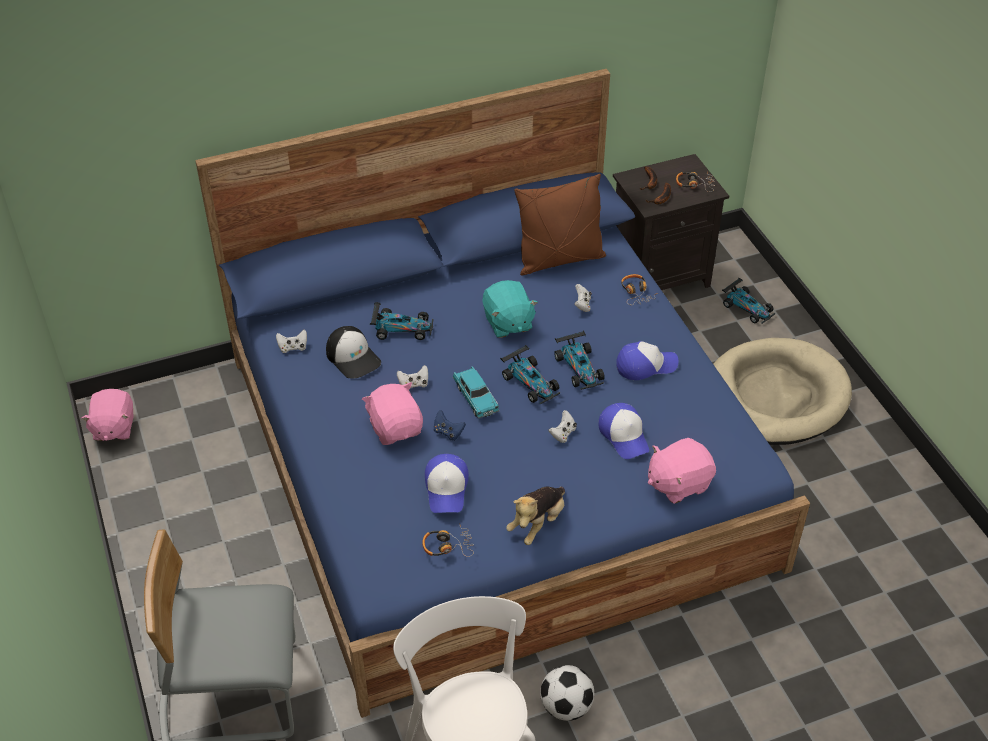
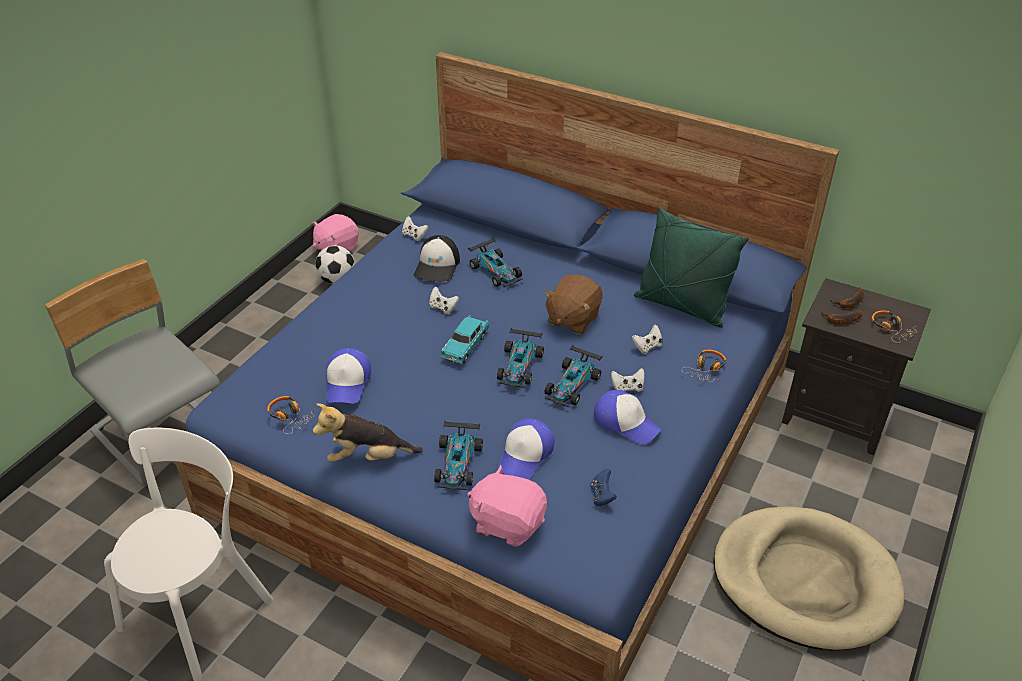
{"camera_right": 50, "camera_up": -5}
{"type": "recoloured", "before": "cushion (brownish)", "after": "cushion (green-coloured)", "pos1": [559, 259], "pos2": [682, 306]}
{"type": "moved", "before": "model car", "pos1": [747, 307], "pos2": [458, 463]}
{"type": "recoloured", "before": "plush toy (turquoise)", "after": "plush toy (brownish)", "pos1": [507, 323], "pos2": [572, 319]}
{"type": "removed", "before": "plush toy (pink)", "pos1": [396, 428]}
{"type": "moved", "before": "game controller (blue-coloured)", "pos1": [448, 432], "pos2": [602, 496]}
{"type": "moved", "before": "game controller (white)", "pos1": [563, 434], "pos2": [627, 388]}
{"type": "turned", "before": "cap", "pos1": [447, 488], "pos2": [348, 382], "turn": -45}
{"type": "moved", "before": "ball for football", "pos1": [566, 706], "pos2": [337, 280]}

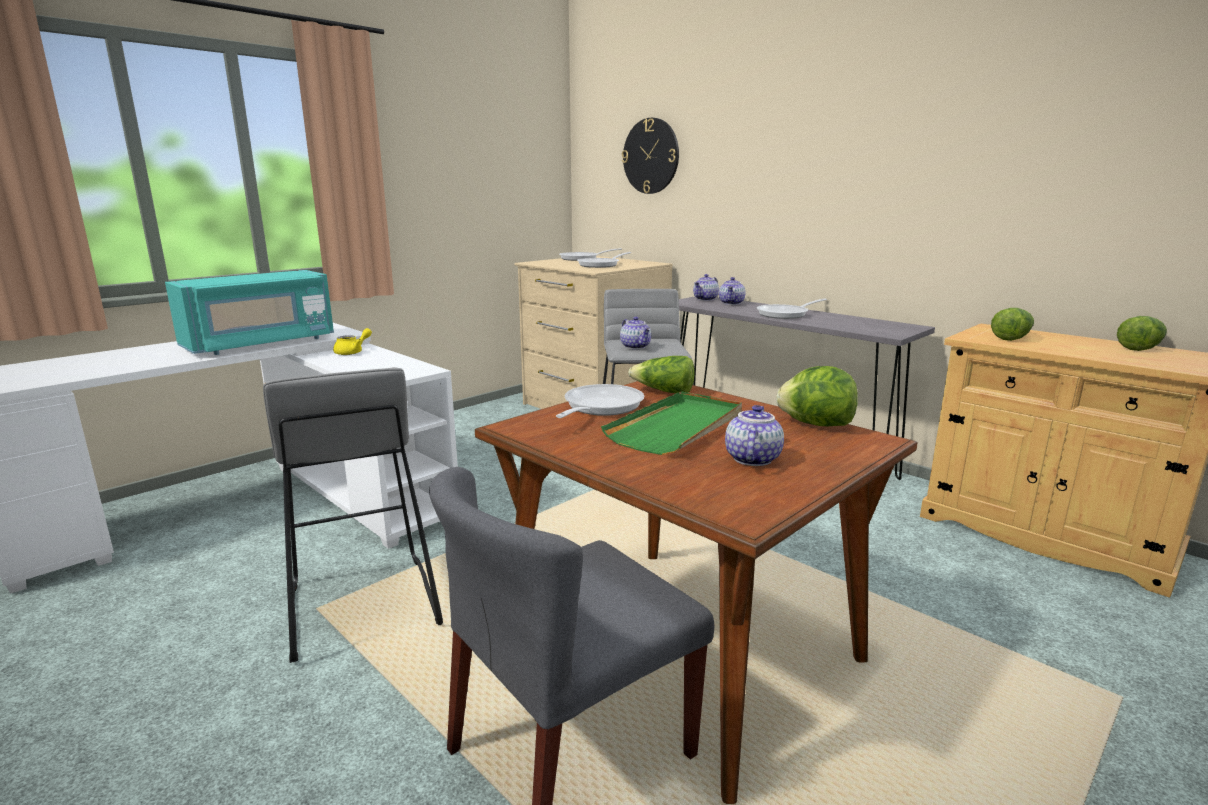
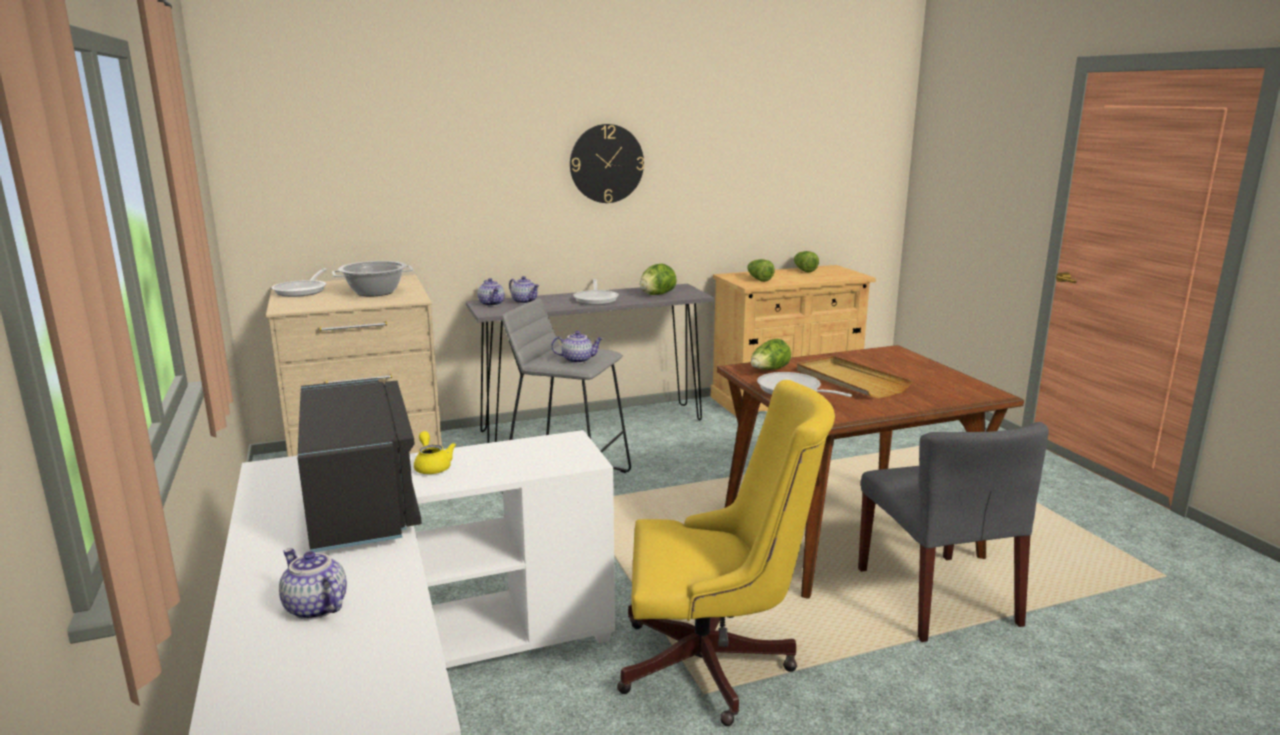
{"camera_right": -65, "camera_up": 0}
{"type": "moved", "before": "wall clock", "pos1": [651, 156], "pos2": [606, 163]}
{"type": "replaced", "before": "pan", "after": "cooking pot", "pos1": [601, 265], "pos2": [375, 292]}
{"type": "recoloured", "before": "kitchen microwave (turquoise)", "after": "kitchen microwave (black-coloured)", "pos1": [261, 344], "pos2": [360, 504]}
{"type": "moved", "before": "head of lettuce", "pos1": [815, 424], "pos2": [657, 294]}
{"type": "replaced", "before": "stool seat (gray)", "after": "office chair (yellowish)", "pos1": [361, 606], "pos2": [715, 666]}
{"type": "recoloured", "before": "tray (green-coloured)", "after": "tray (beige)", "pos1": [678, 427], "pos2": [850, 380]}
{"type": "moved", "before": "pot for tea", "pos1": [751, 458], "pos2": [314, 608]}

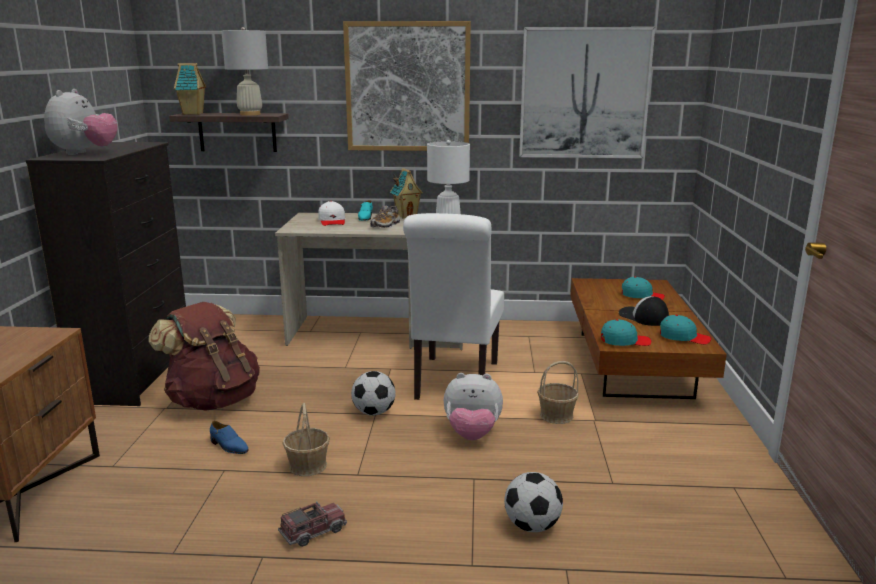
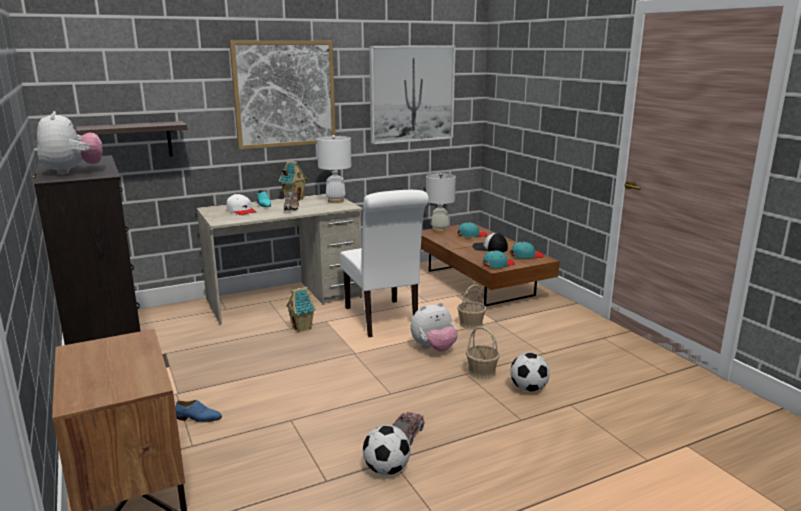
{"camera_right": -30, "camera_up": 0}
{"type": "moved", "before": "lamp for a table (white)", "pos1": [250, 114], "pos2": [439, 230]}
{"type": "moved", "before": "miniature house", "pos1": [193, 114], "pos2": [302, 328]}
{"type": "removed", "before": "backpack (brownish)", "pos1": [213, 400]}
{"type": "moved", "before": "ball for football", "pos1": [374, 412], "pos2": [386, 469]}
{"type": "moved", "before": "storage basket", "pos1": [308, 465], "pos2": [482, 372]}
{"type": "moved", "before": "item of footwear (blue-coloured)", "pos1": [229, 446], "pos2": [199, 418]}

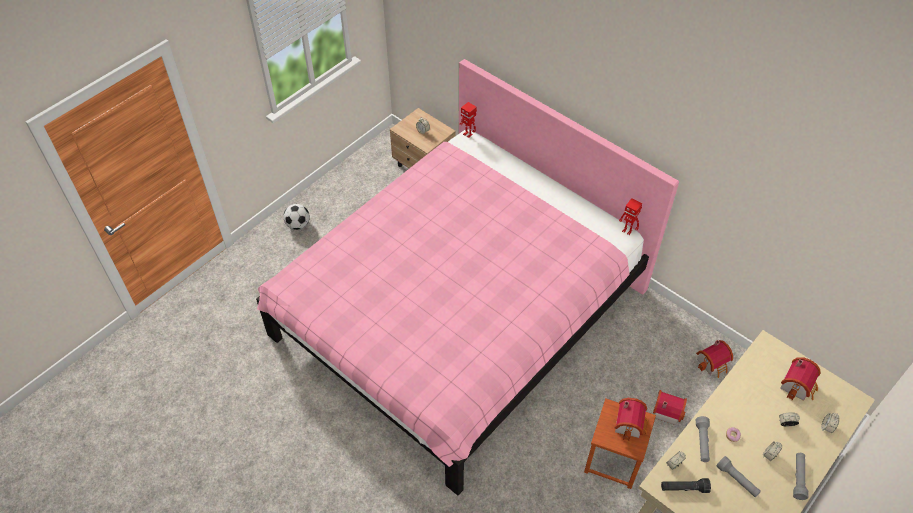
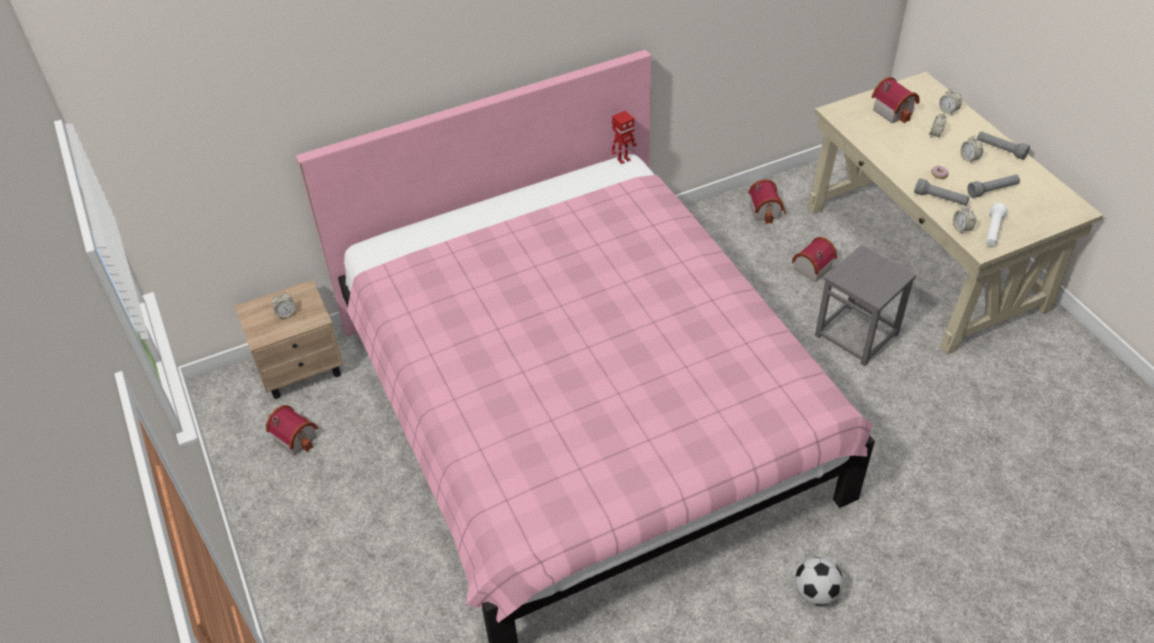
{"camera_right": -65, "camera_up": -5}
{"type": "removed", "before": "model robot", "pos1": [468, 134]}
{"type": "moved", "before": "ball for football", "pos1": [298, 225], "pos2": [816, 593]}
{"type": "moved", "before": "miniature house", "pos1": [631, 424], "pos2": [296, 436]}
{"type": "recoloured", "before": "stool seat (brownish)", "after": "stool seat (gray)", "pos1": [614, 459], "pos2": [857, 334]}
{"type": "recoloured", "before": "hand torch (black-coloured)", "after": "hand torch (white)", "pos1": [684, 488], "pos2": [992, 231]}

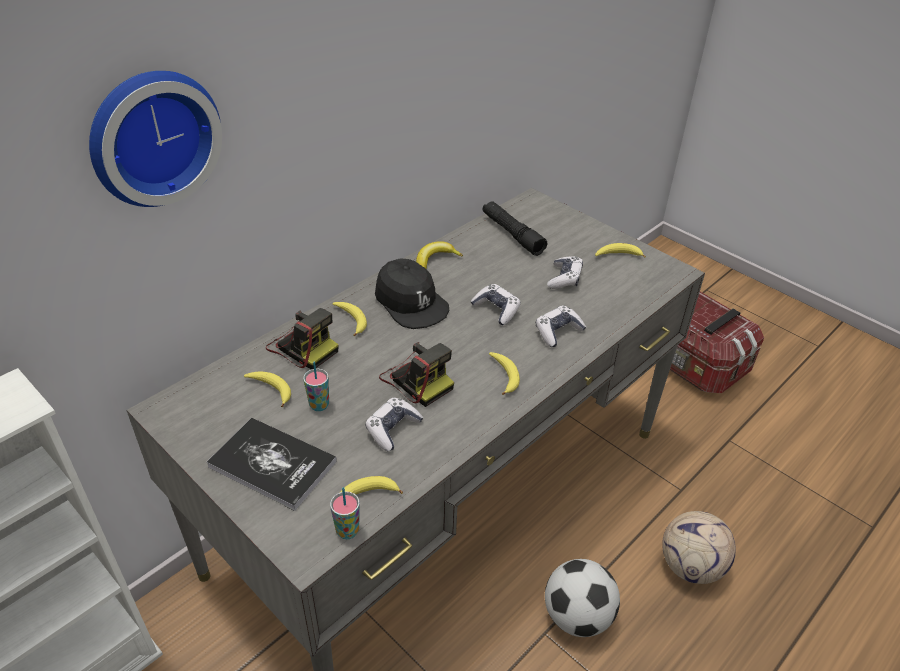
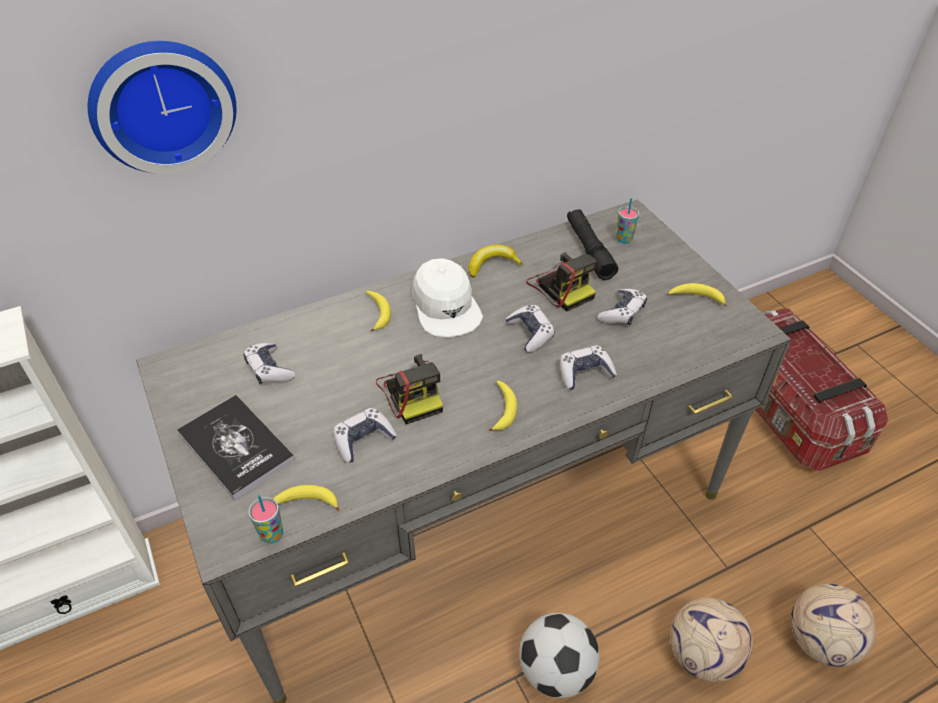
{"camera_right": 20, "camera_up": 5}
{"type": "recoloured", "before": "cap (black-coloured)", "after": "cap (white)", "pos1": [410, 303], "pos2": [445, 307]}
{"type": "moved", "before": "photo camera", "pos1": [302, 346], "pos2": [561, 287]}
{"type": "moved", "before": "cup", "pos1": [319, 405], "pos2": [624, 239]}
{"type": "replaced", "before": "banana fruit", "after": "game controller", "pos1": [271, 389], "pos2": [269, 369]}
{"type": "added", "after": "ball for football", "pos2": [820, 640]}

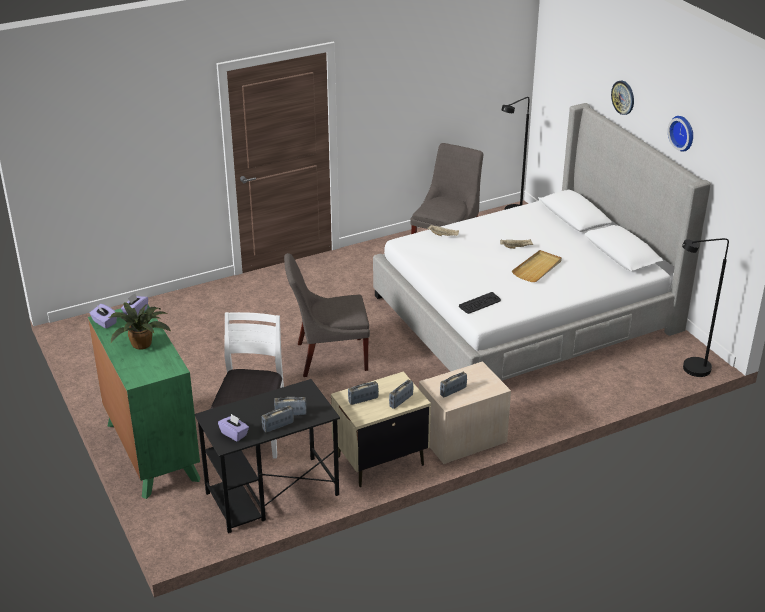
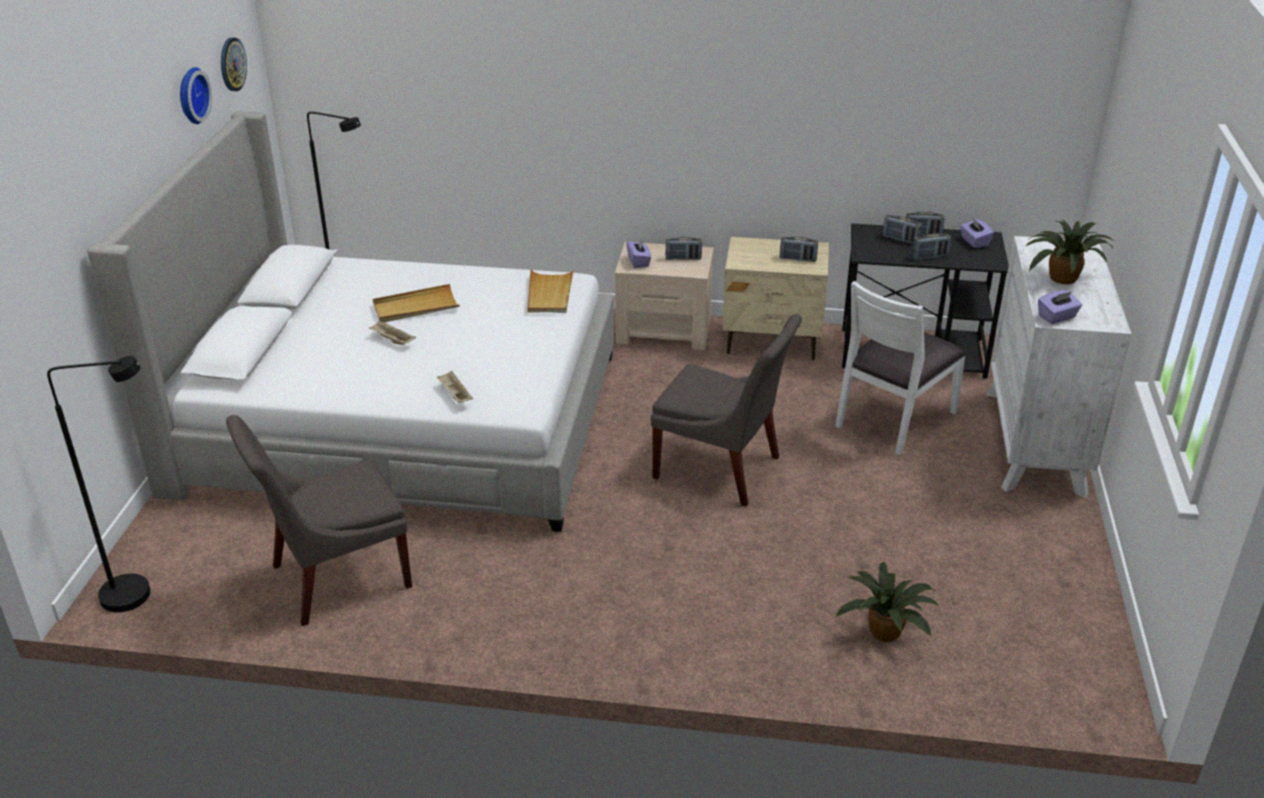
{"camera_right": -145, "camera_up": 0}
{"type": "moved", "before": "wall clock", "pos1": [623, 97], "pos2": [232, 64]}
{"type": "replaced", "before": "keyboard", "after": "tray (beige)", "pos1": [480, 303], "pos2": [549, 294]}
{"type": "moved", "before": "tissue holder (purple)", "pos1": [104, 322], "pos2": [639, 262]}
{"type": "recoloured", "before": "chest of drawers (green-coloured)", "after": "chest of drawers (white)", "pos1": [152, 451], "pos2": [1034, 442]}
{"type": "moved", "before": "radio", "pos1": [401, 401], "pos2": [929, 257]}
{"type": "added", "after": "plant in a pot", "pos2": [886, 630]}

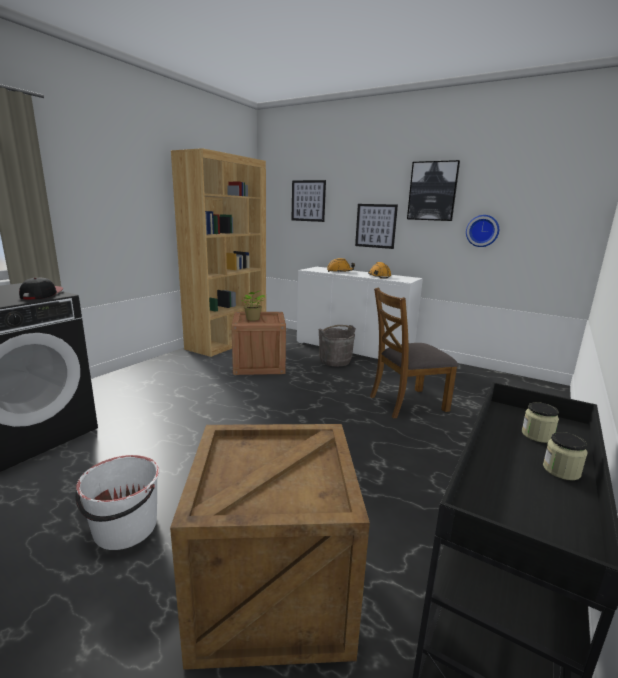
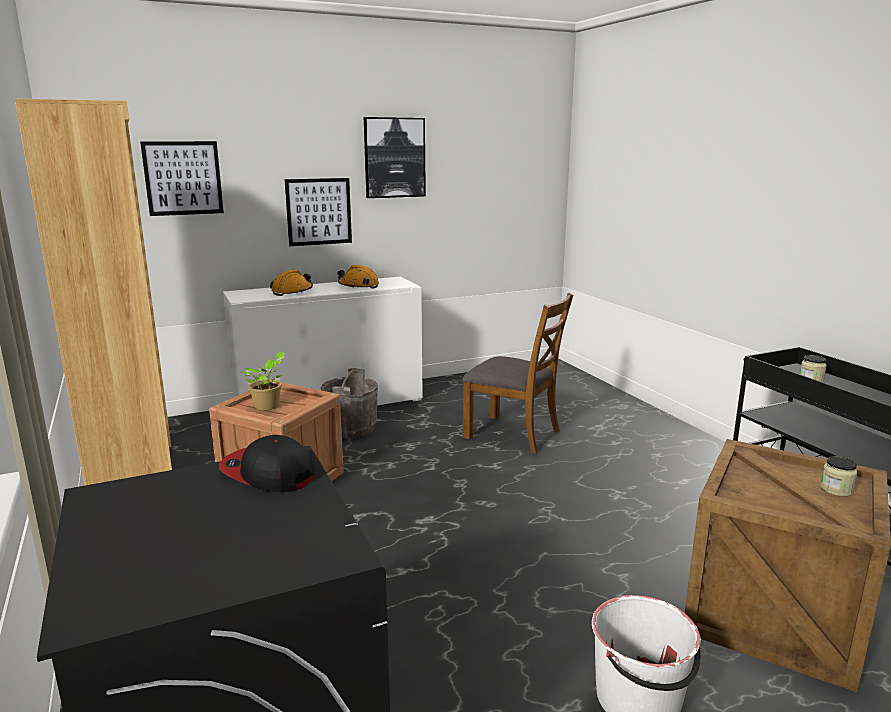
{"camera_right": -55, "camera_up": 0}
{"type": "removed", "before": "wall clock", "pos1": [482, 231]}
{"type": "turned", "before": "plain chair (brownish)", "pos1": [407, 403], "pos2": [513, 434], "turn": -75}
{"type": "moved", "before": "jar", "pos1": [561, 470], "pos2": [836, 489]}

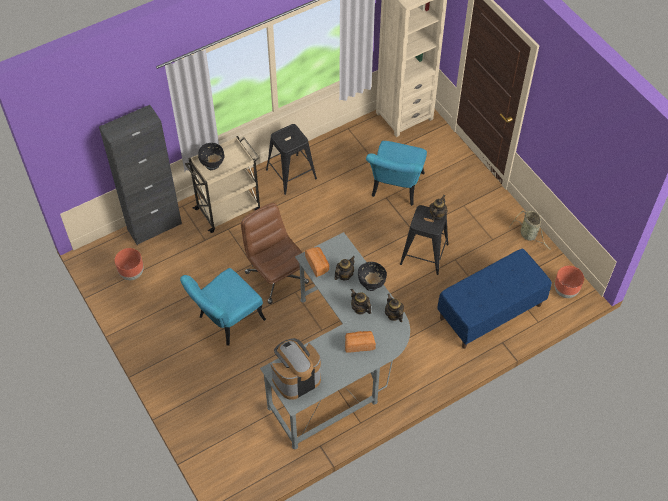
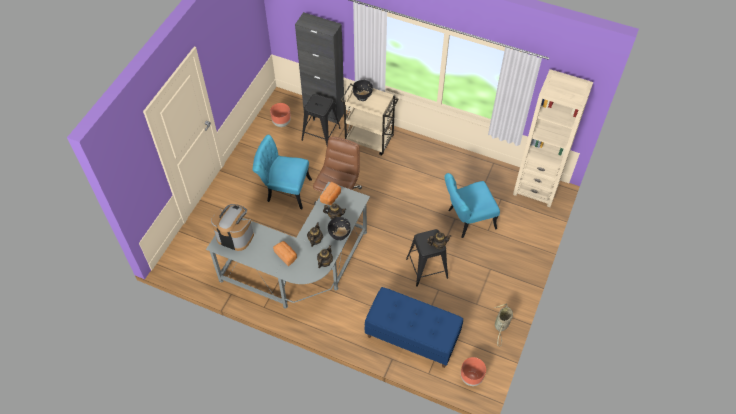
{"camera_right": 55, "camera_up": 0}
{"type": "moved", "before": "stool seat (black-coloured)", "pos1": [291, 174], "pos2": [320, 134]}

